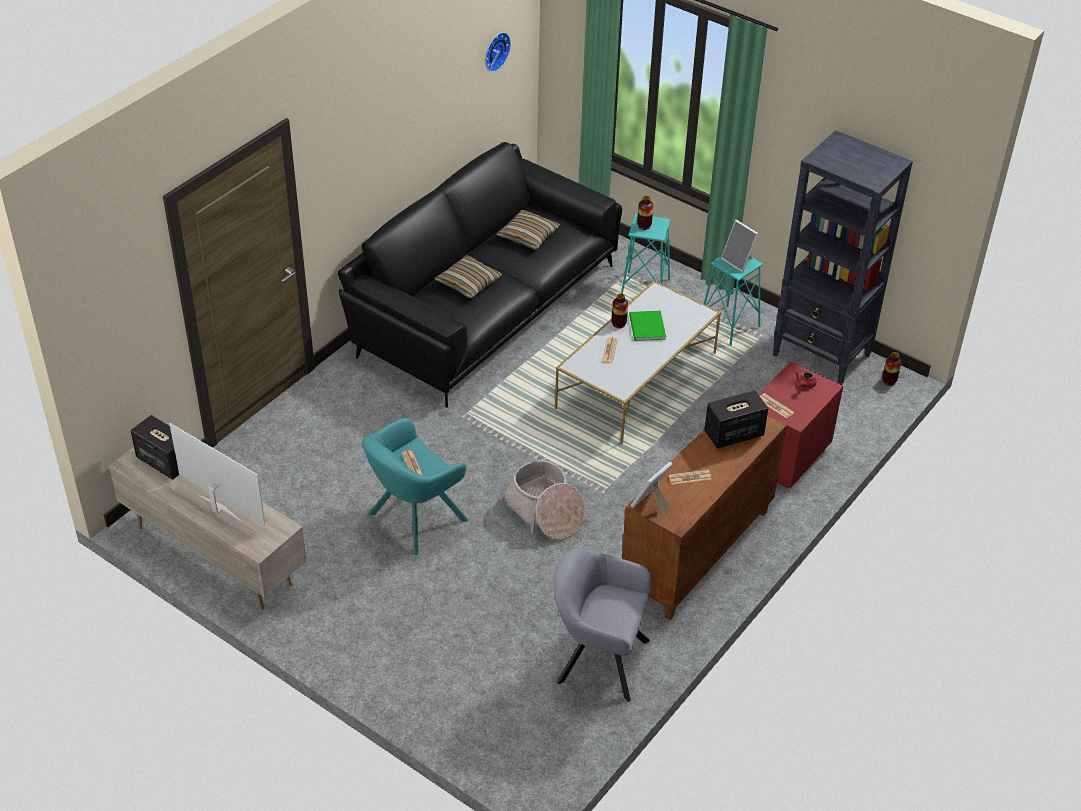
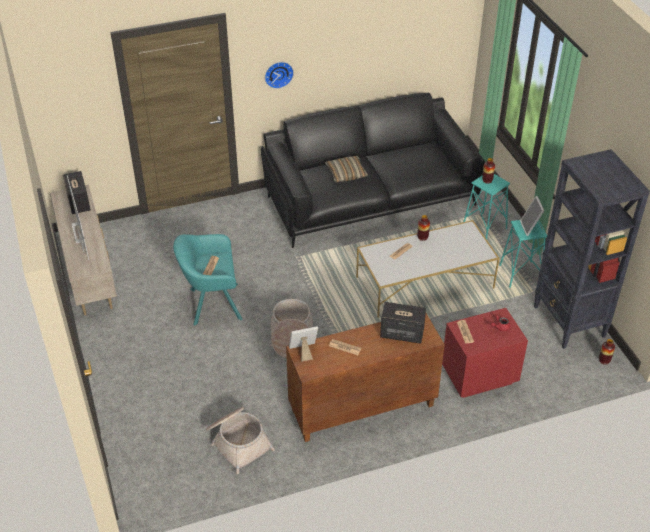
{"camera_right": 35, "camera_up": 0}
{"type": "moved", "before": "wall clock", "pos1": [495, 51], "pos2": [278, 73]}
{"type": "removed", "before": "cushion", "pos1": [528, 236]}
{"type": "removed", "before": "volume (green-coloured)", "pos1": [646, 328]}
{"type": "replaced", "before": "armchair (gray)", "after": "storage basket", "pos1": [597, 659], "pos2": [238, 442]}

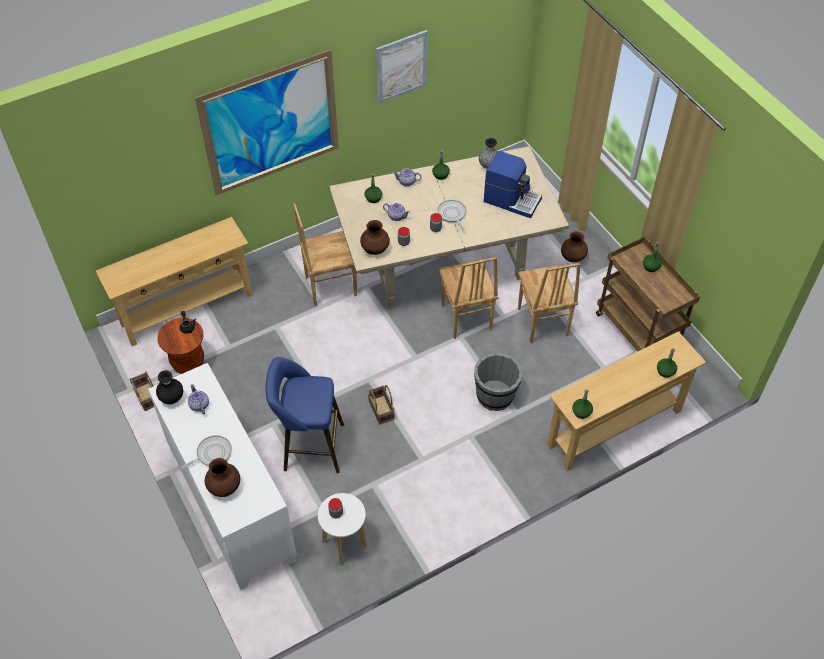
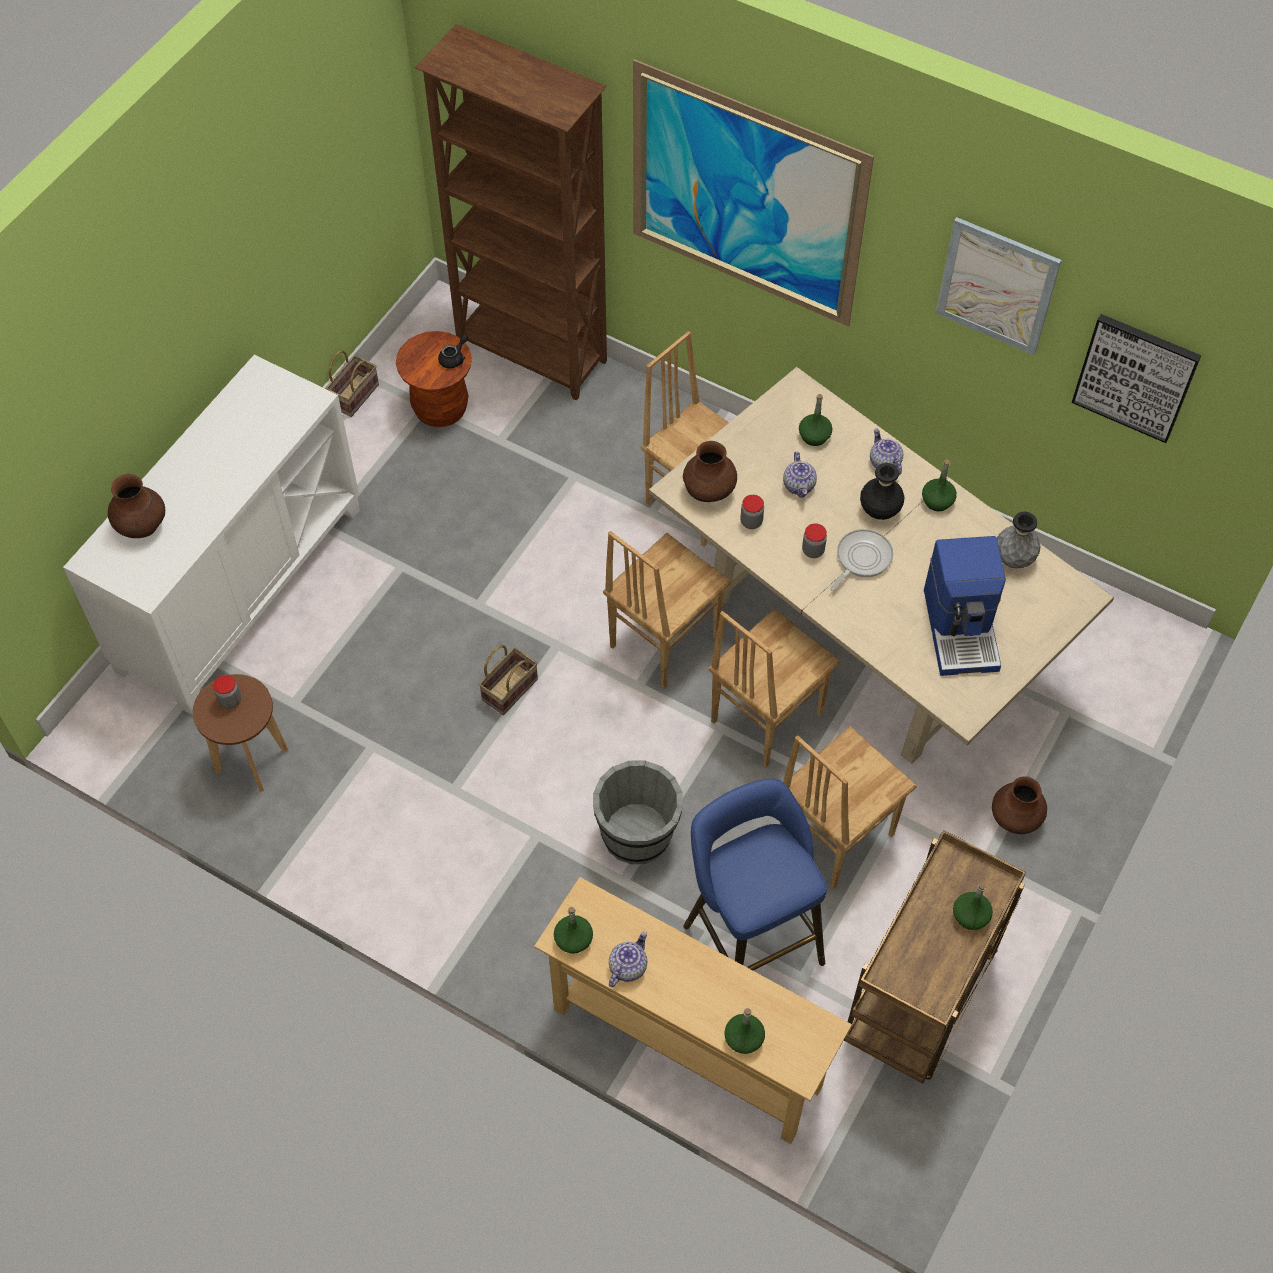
{"camera_right": 60, "camera_up": 5}
{"type": "replaced", "before": "console table (beige)", "after": "shelving unit (brownish)", "pos1": [186, 309], "pos2": [532, 354]}
{"type": "moved", "before": "stool seat (blue-coloured)", "pos1": [309, 447], "pos2": [749, 937]}
{"type": "moved", "before": "decorative vase (black-coloured)", "pos1": [172, 398], "pos2": [879, 511]}
{"type": "moved", "before": "pot for tea", "pos1": [199, 405], "pos2": [627, 966]}
{"type": "removed", "before": "pan", "pos1": [212, 454]}
{"type": "recoloured", "before": "stool seat (white)", "after": "stool seat (brownish)", "pos1": [344, 544], "pos2": [251, 761]}
{"type": "added", "after": "picture", "pos2": [1135, 376]}
{"type": "added", "after": "plain chair (brownish)", "pos2": [662, 641]}

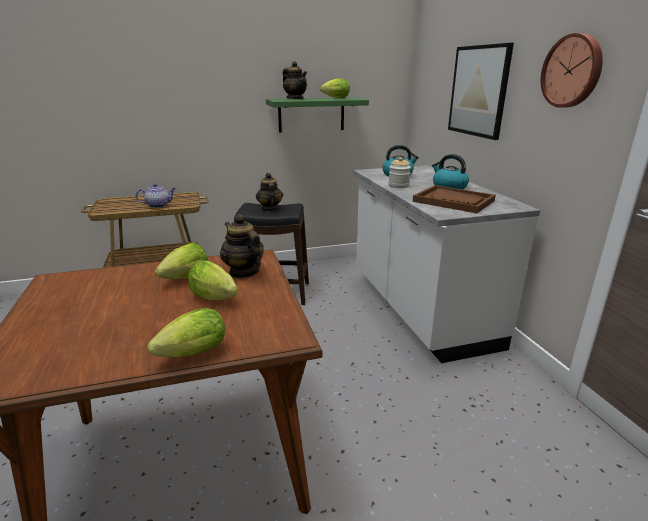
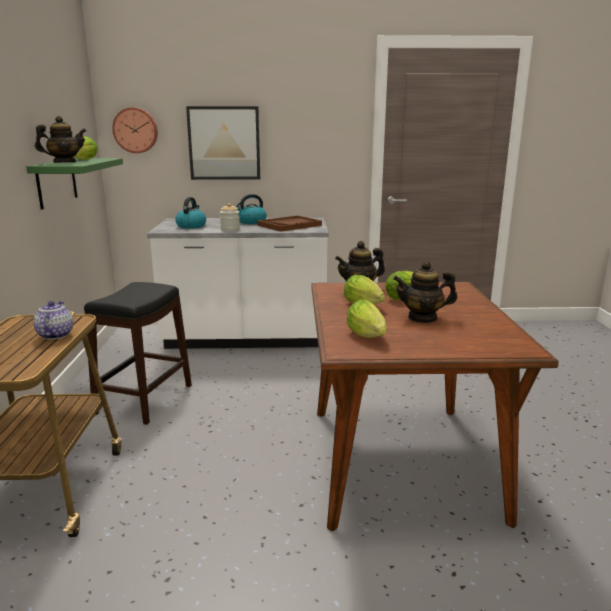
{"camera_right": -75, "camera_up": -5}
{"type": "moved", "before": "wall clock", "pos1": [572, 71], "pos2": [136, 130]}
{"type": "moved", "before": "pot for tea", "pos1": [270, 209], "pos2": [422, 318]}
{"type": "moved", "before": "head of lettuce", "pos1": [190, 355], "pos2": [368, 337]}

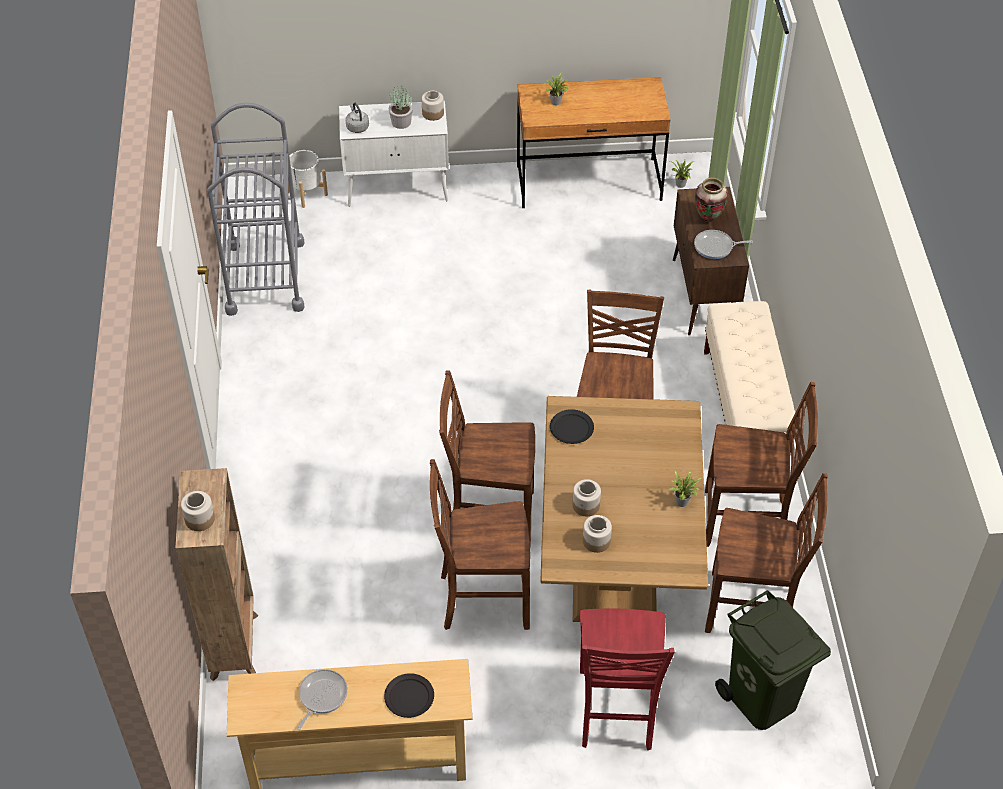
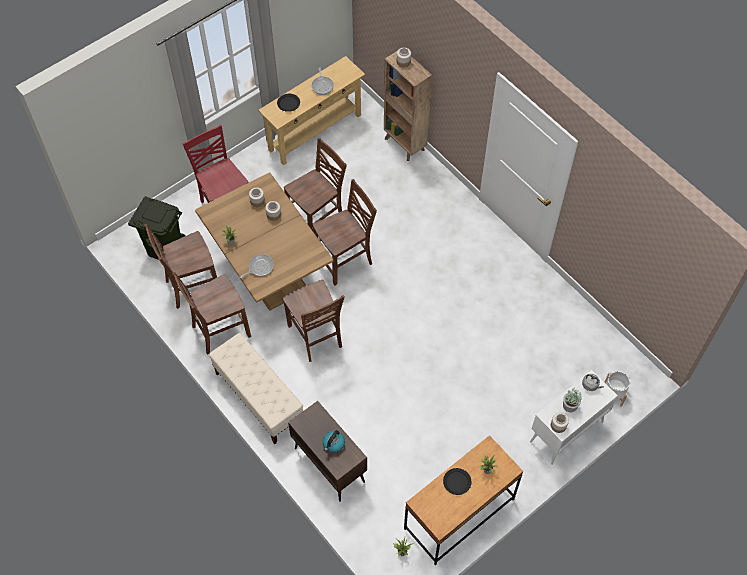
{"camera_right": 145, "camera_up": 10}
{"type": "removed", "before": "wheeled cart (gray)", "pos1": [265, 277]}
{"type": "replaced", "before": "decorative vase", "after": "tea kettle", "pos1": [708, 218], "pos2": [333, 444]}
{"type": "moved", "before": "pan", "pos1": [715, 247], "pos2": [259, 267]}
{"type": "moved", "before": "flat dish (black-coloured)", "pos1": [571, 428], "pos2": [457, 481]}

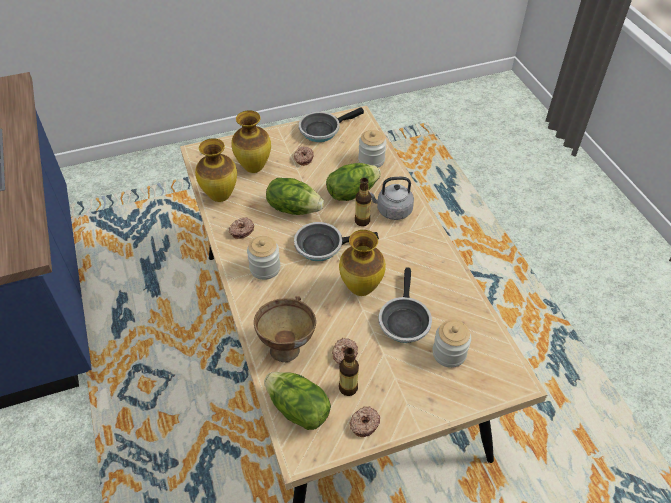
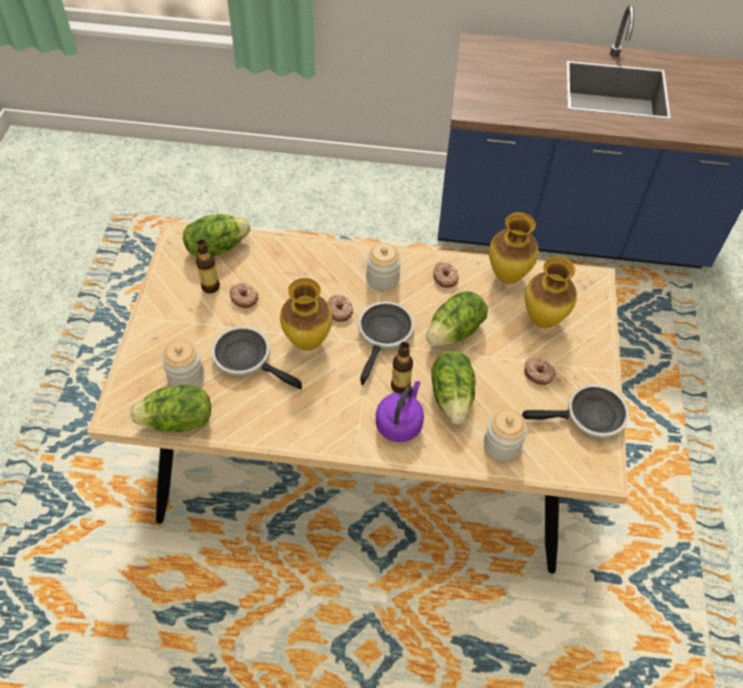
{"camera_right": 115, "camera_up": 5}
{"type": "turned", "before": "pan", "pos1": [322, 130], "pos2": [589, 417], "turn": 90}
{"type": "recoloured", "before": "tea kettle (gray)", "after": "tea kettle (purple)", "pos1": [392, 211], "pos2": [400, 423]}
{"type": "removed", "before": "bowl (brownish)", "pos1": [287, 345]}
{"type": "moved", "before": "doughnut", "pos1": [364, 424], "pos2": [340, 311]}
{"type": "added", "after": "head of lettuce", "pos2": [178, 422]}

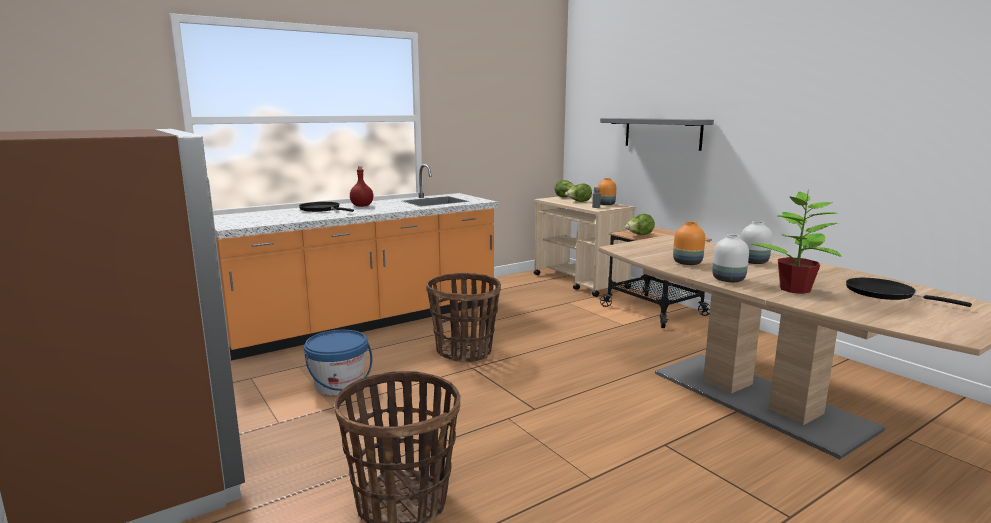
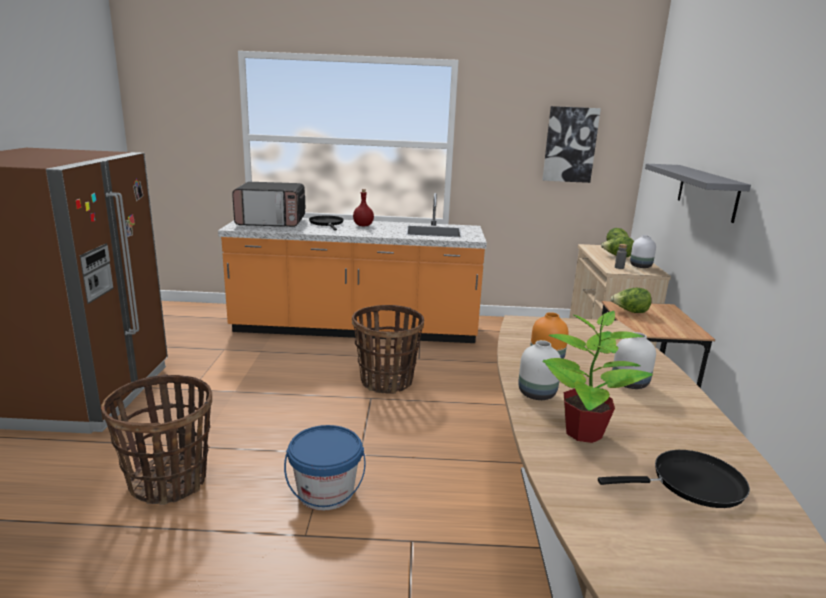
{"camera_right": 35, "camera_up": 5}
{"type": "recoloured", "before": "decorative vase (orange-coloured)", "after": "decorative vase (white)", "pos1": [605, 204], "pos2": [640, 266]}
{"type": "turned", "before": "pan (black-coloured)", "pos1": [885, 294], "pos2": [691, 484], "turn": 90}
{"type": "moved", "before": "bucket (blue-coloured)", "pos1": [339, 385], "pos2": [326, 492]}
{"type": "added", "after": "picture", "pos2": [570, 144]}
{"type": "added", "after": "kitchen microwave", "pos2": [272, 222]}

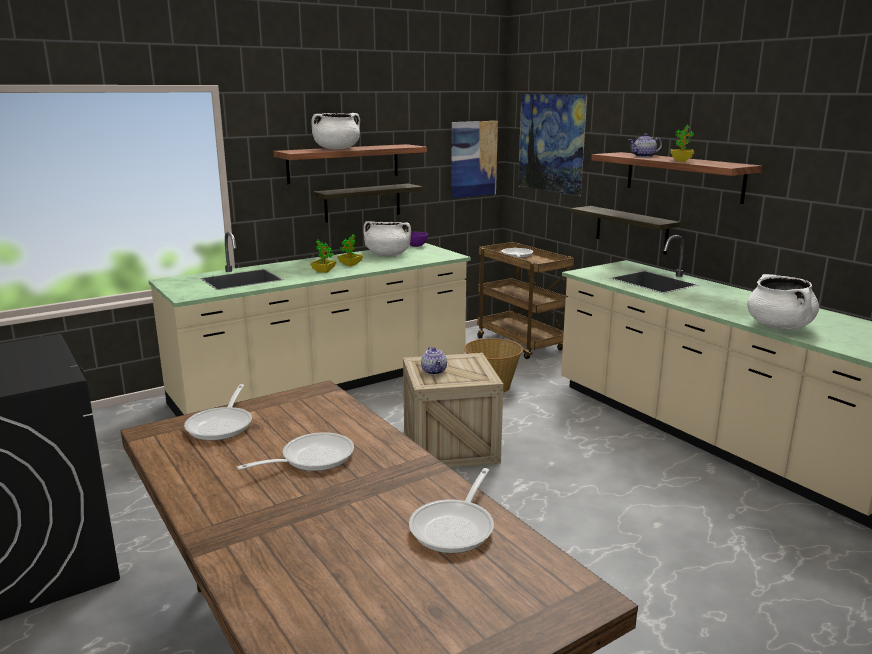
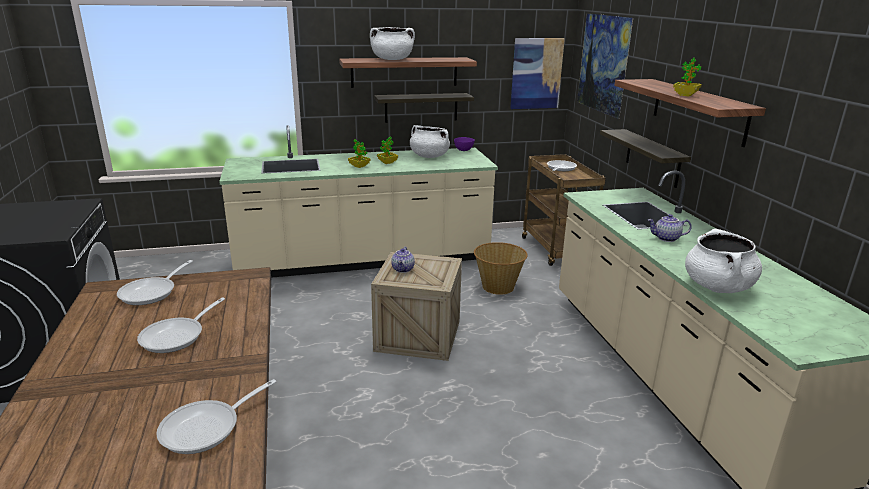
{"camera_right": 20, "camera_up": 5}
{"type": "moved", "before": "pot for tea", "pos1": [643, 156], "pos2": [666, 238]}
{"type": "turned", "before": "pan", "pos1": [311, 458], "pos2": [177, 336], "turn": 135}

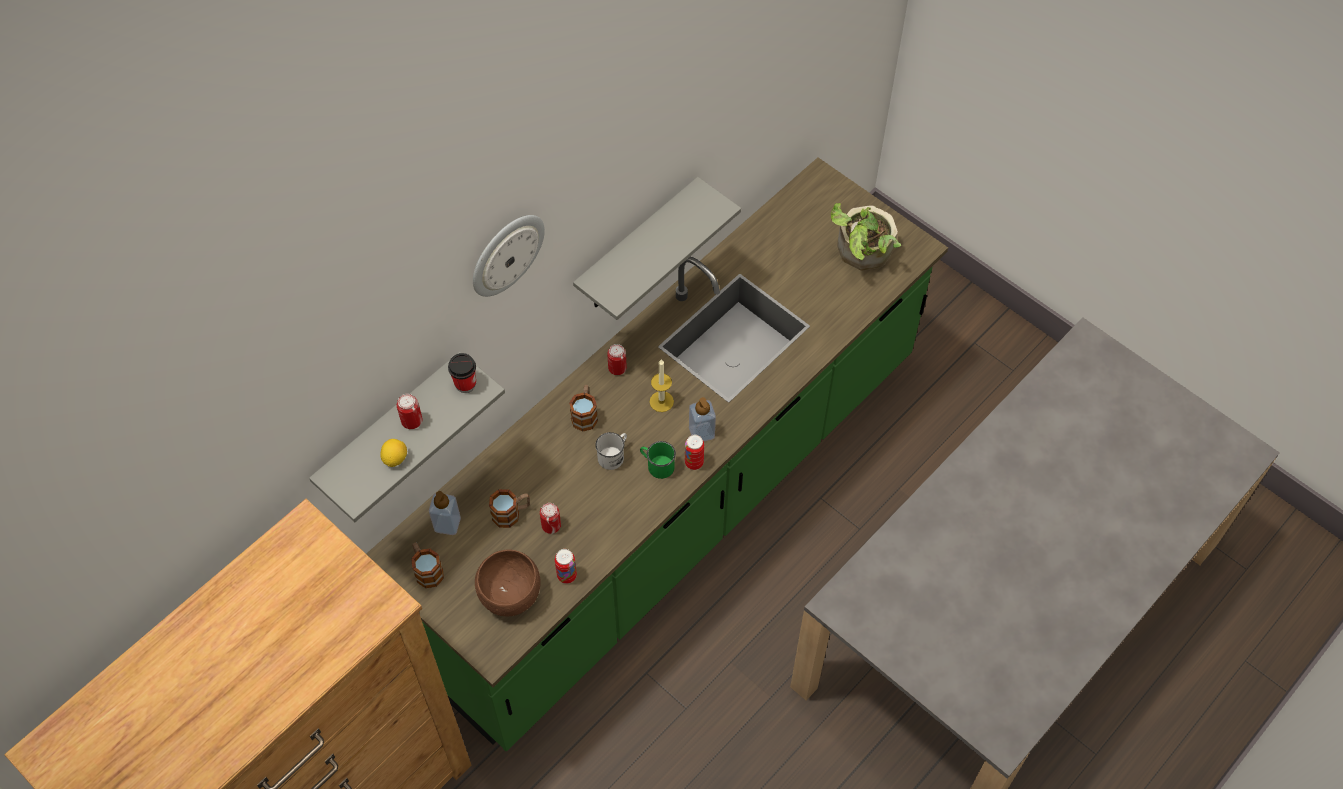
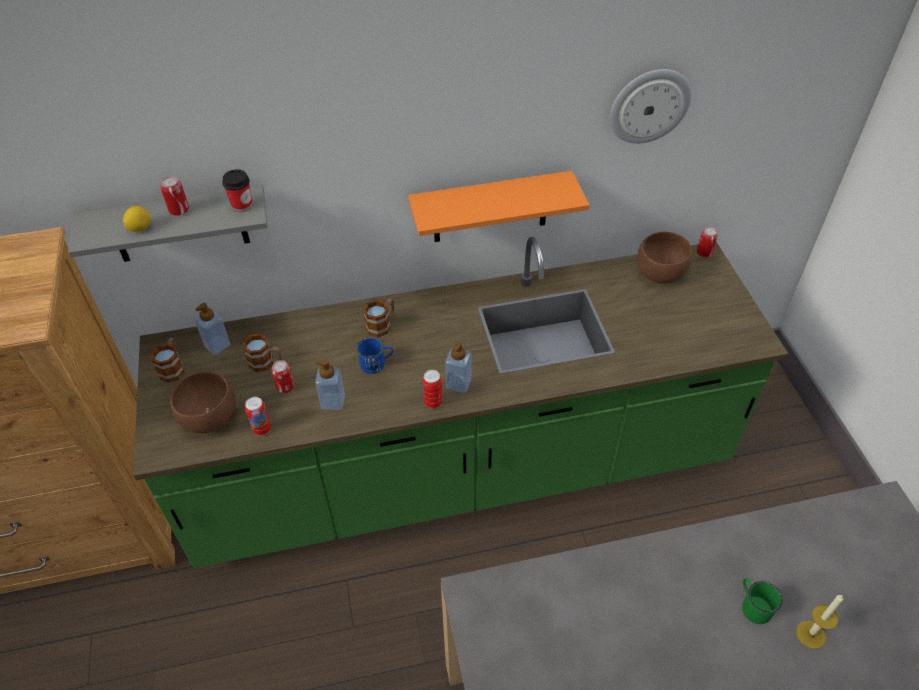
{"camera_right": 35, "camera_up": -10}
{"type": "recoloured", "before": "shelf (gray)", "after": "shelf (orange-coloured)", "pos1": [637, 248], "pos2": [490, 207]}
{"type": "removed", "before": "plant in a pot", "pos1": [861, 254]}
{"type": "moved", "before": "wall clock", "pos1": [506, 254], "pos2": [649, 105]}
{"type": "moved", "before": "sealed can", "pos1": [617, 368], "pos2": [704, 253]}
{"type": "moved", "before": "wax candle", "pos1": [661, 401], "pos2": [810, 634]}
{"type": "recoloured", "before": "coffee mug (white)", "after": "coffee mug (blue-coloured)", "pos1": [613, 455], "pos2": [376, 363]}
{"type": "moved", "before": "coffee mug (green-coloured)", "pos1": [657, 465], "pos2": [753, 605]}
{"type": "added", "after": "bowl (brownish)", "pos2": [659, 274]}
{"type": "added", "after": "liquid soap bottle", "pos2": [333, 401]}

